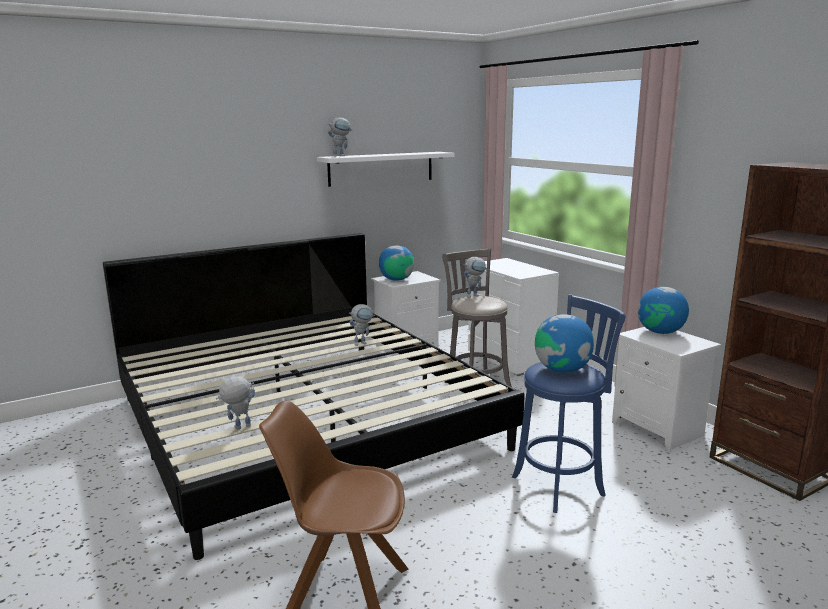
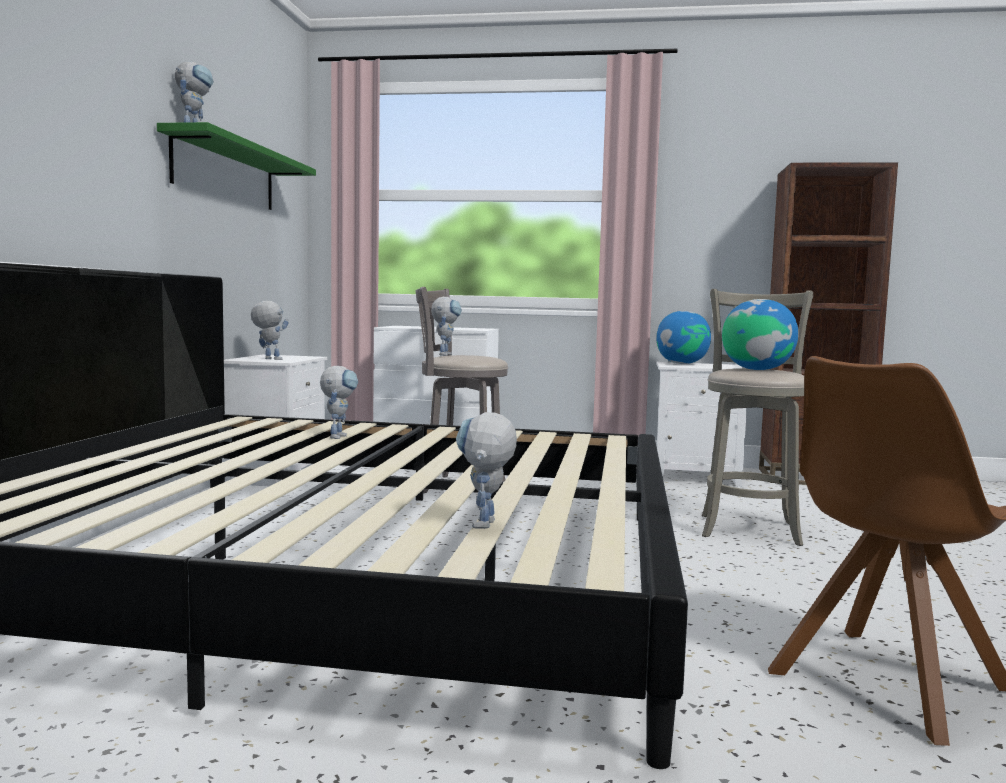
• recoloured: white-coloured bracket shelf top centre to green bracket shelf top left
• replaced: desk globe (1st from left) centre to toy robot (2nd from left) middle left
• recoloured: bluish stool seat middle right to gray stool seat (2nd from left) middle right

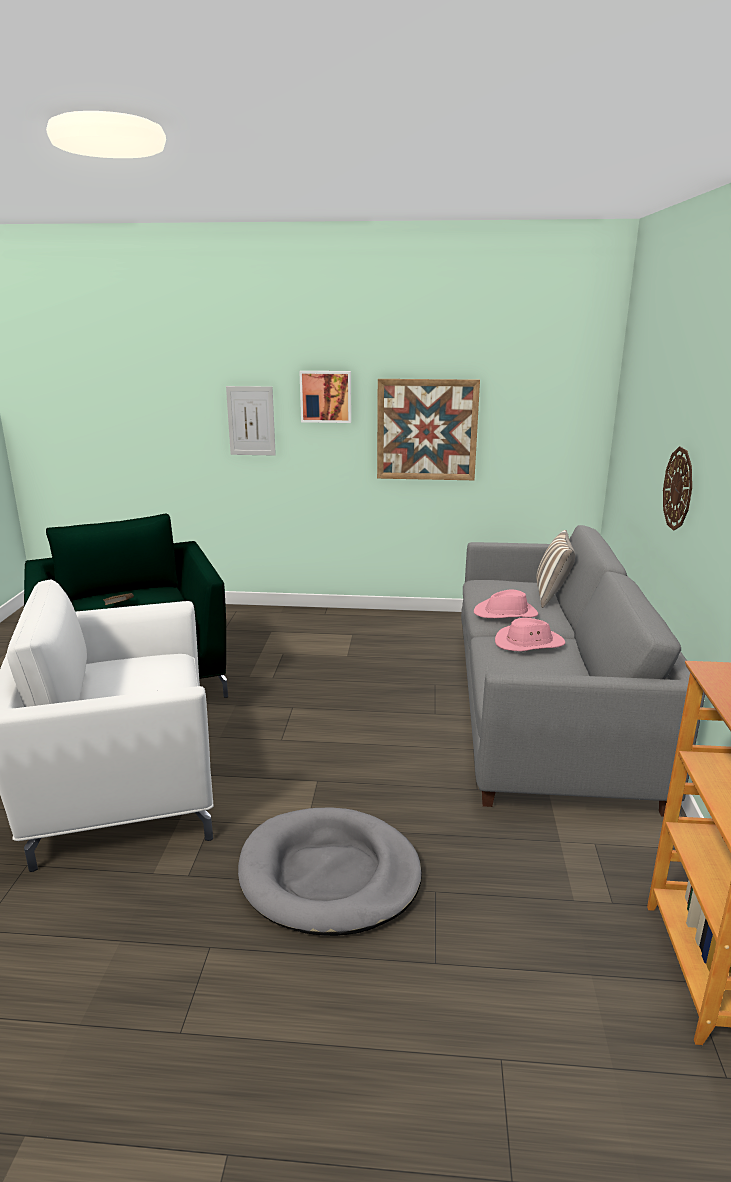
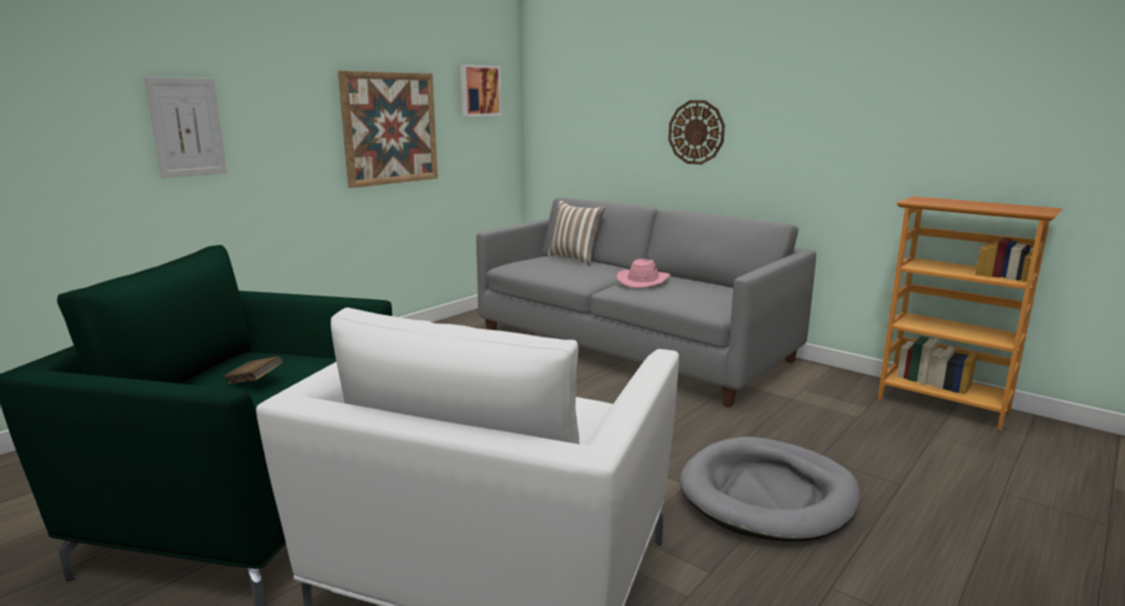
• moved: wall picture (2nd from left in the first image) centre to wall picture (3rd from left) top centre
• removed: pinkish clothing hat (1st from left) middle right

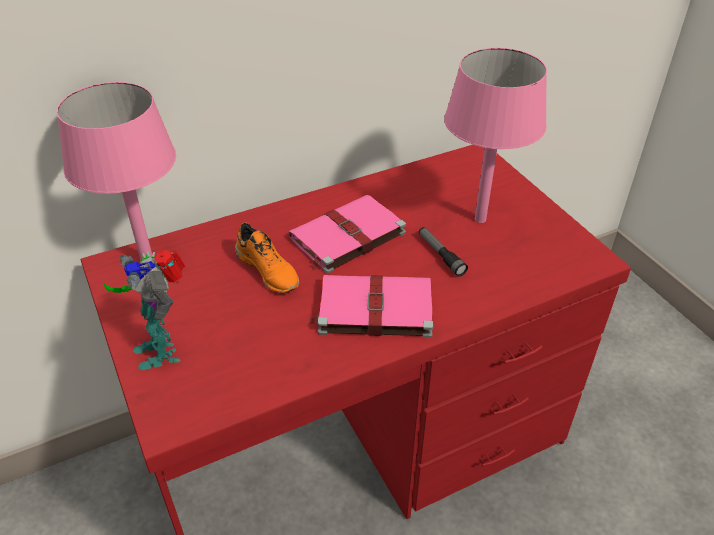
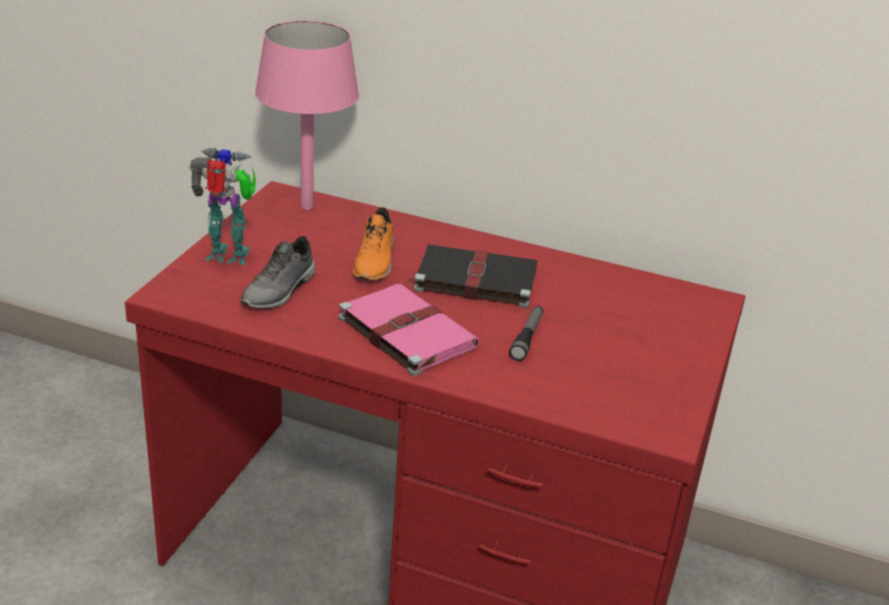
• turned: toy robot middle left = middle left 75 degrees clockwise
• recoloured: pinkish bound book (1st from left) centre to blackish bound book centre
• removed: pinkish tabletop lamp (2nd from left) top right
• added: gray low shoe middle left

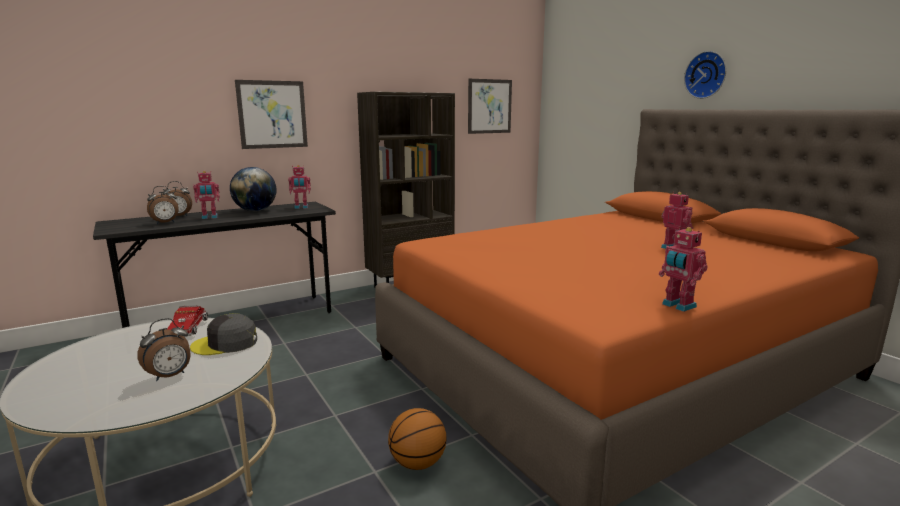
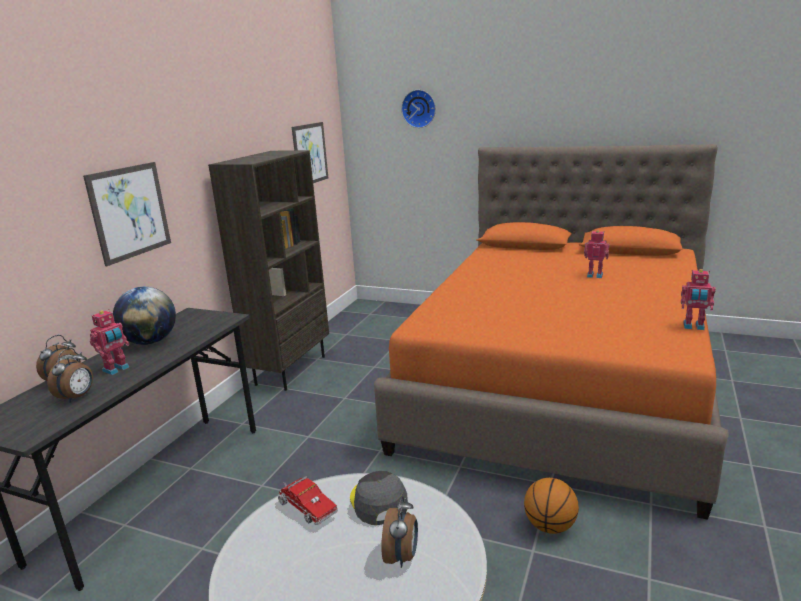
• turned: gray peaked cap middle left = bottom centre 120 degrees clockwise
• removed: toy robot (2nd from left) middle left
• moved: hanging clock top right to top centre

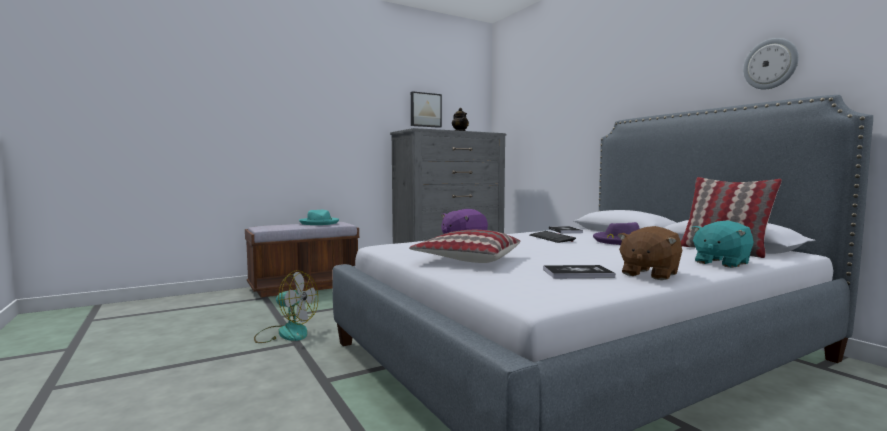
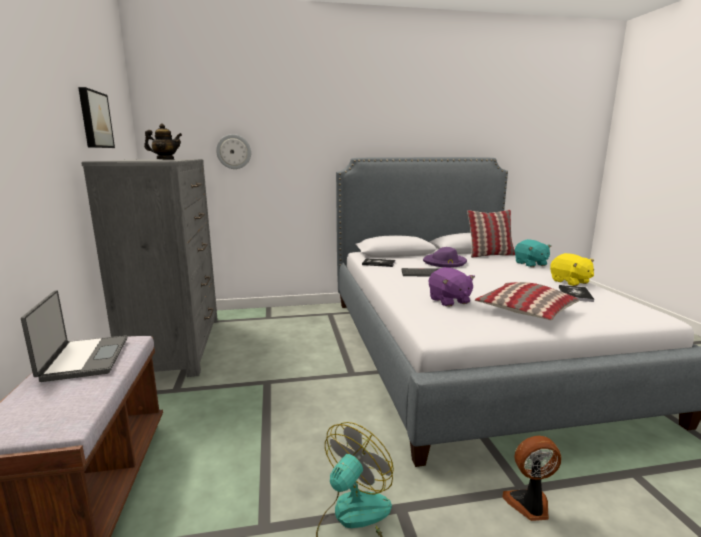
• replaced: blue-green clothing hat centre to notebook computer middle left
• recoloured: brown plush toy middle right to yellow-coloured plush toy middle right
• moved: hanging clock top right to top left
• added: fan (2nd from left) bottom right

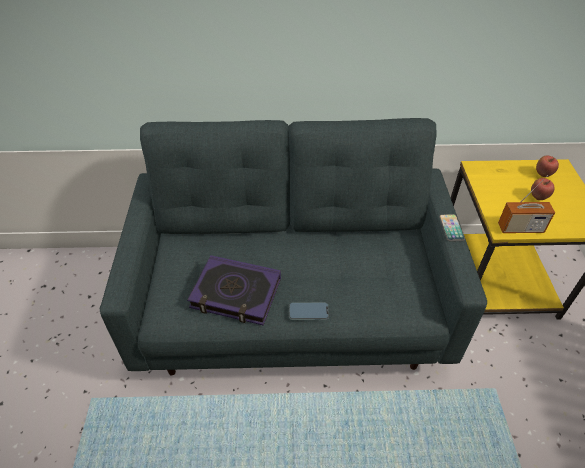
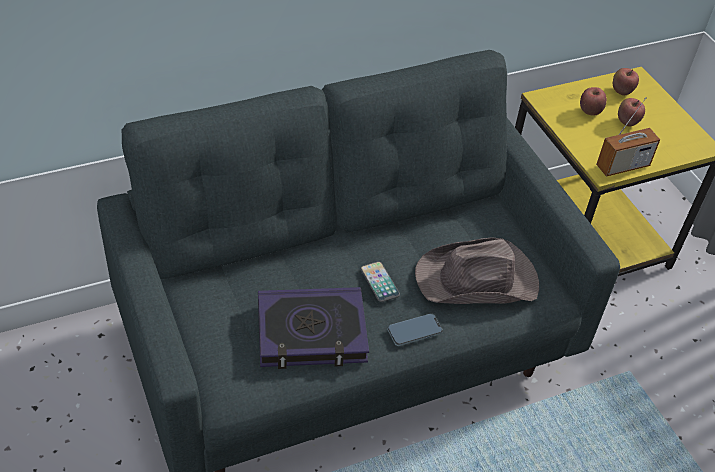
• moved: handset (2nd from left in the first image) middle right to handset (1st from left) centre
• added: brown clothing hat middle right
• added: whole apple (1st from left) top right

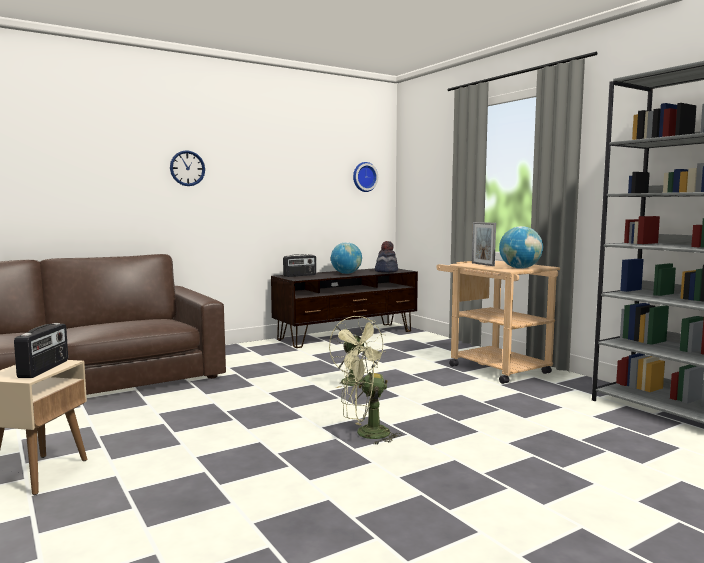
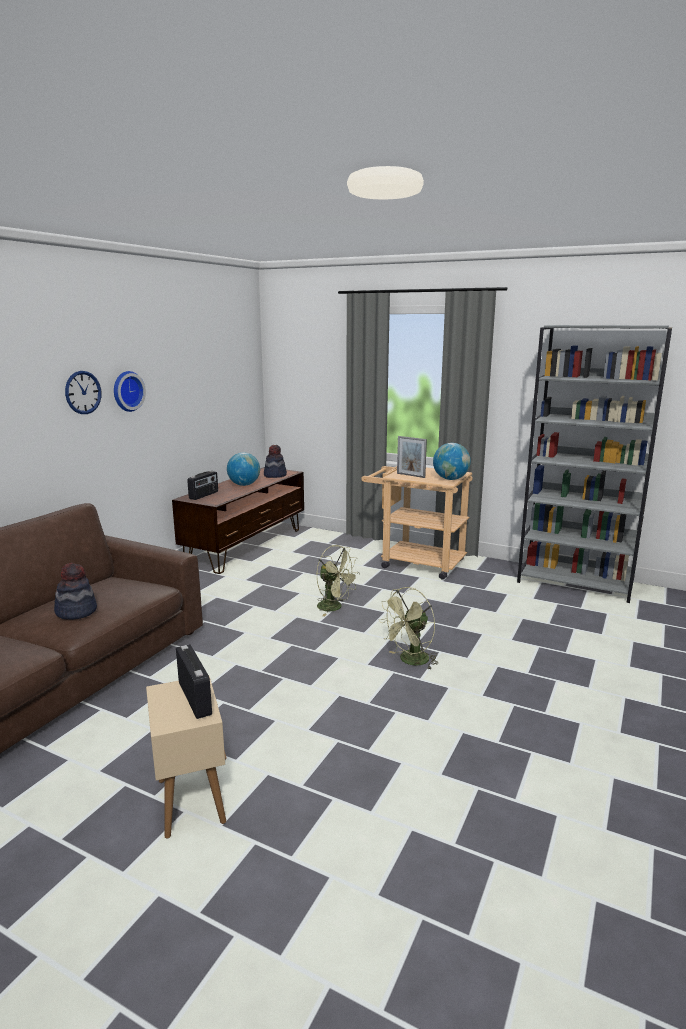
• moved: hanging clock (2nd from left) top centre to middle left
• added: clothing hat (1st from left) middle left

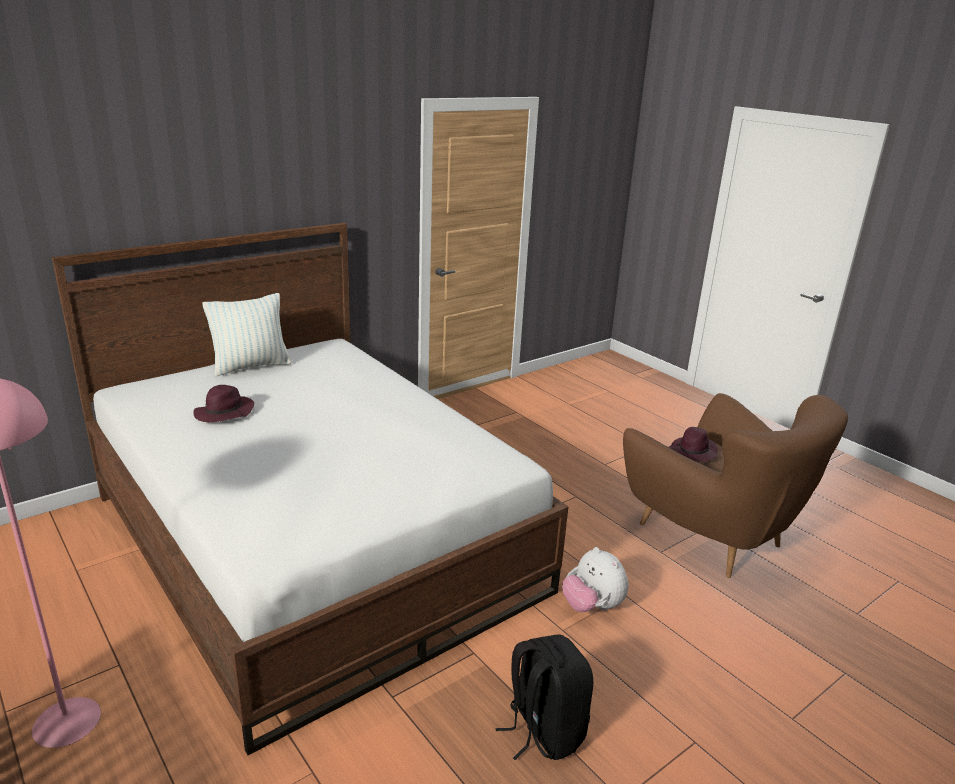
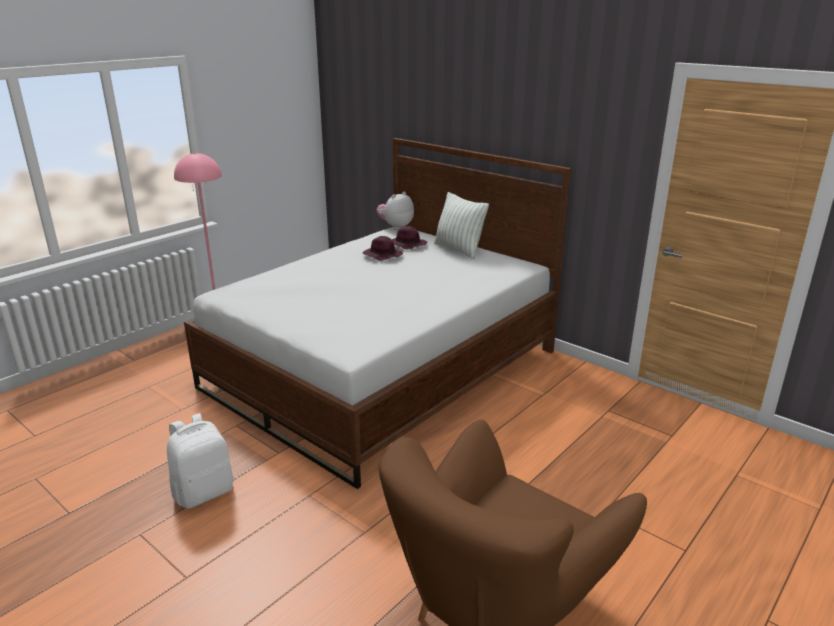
• recoloured: blackish backpack bottom centre to white-coloured backpack bottom left
• moved: plush toy bottom centre to centre
• moved: purple-coloured clothing hat (2nd from left) middle right to centre

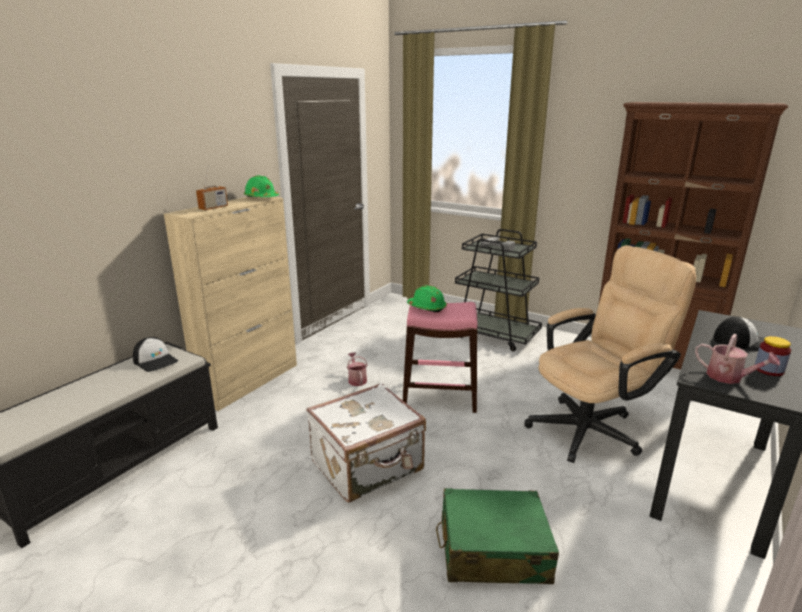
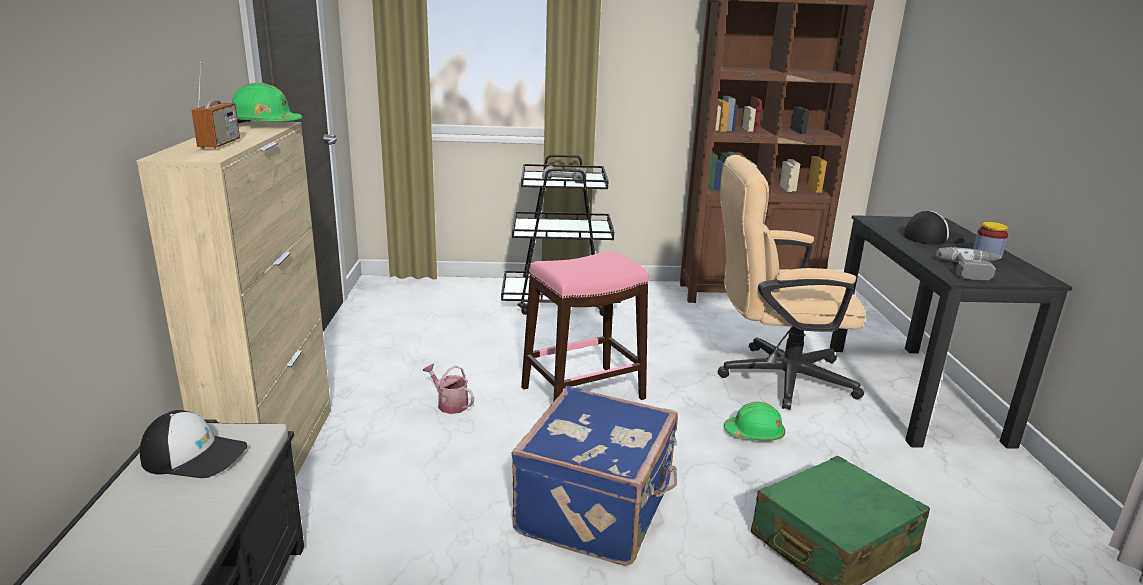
• recoloured: white-coloured piece of luggage bottom centre to bluish piece of luggage bottom centre
• moved: green safety helmet (2nd from left) centre to bottom centre
• turned: sand-coloured office chair middle right = middle right 120 degrees counterclockwise
• replaced: watering can (2nd from left) middle right to electric drill (2nd from left) middle right

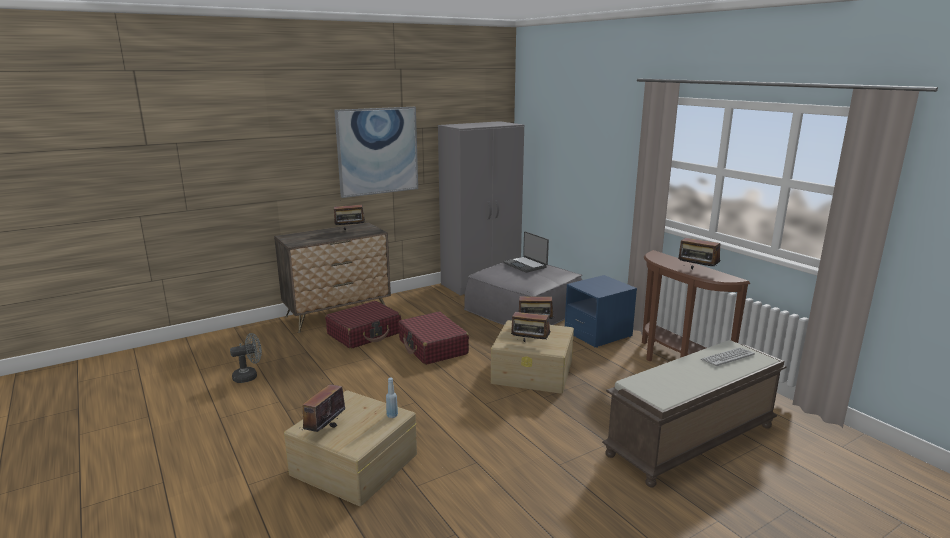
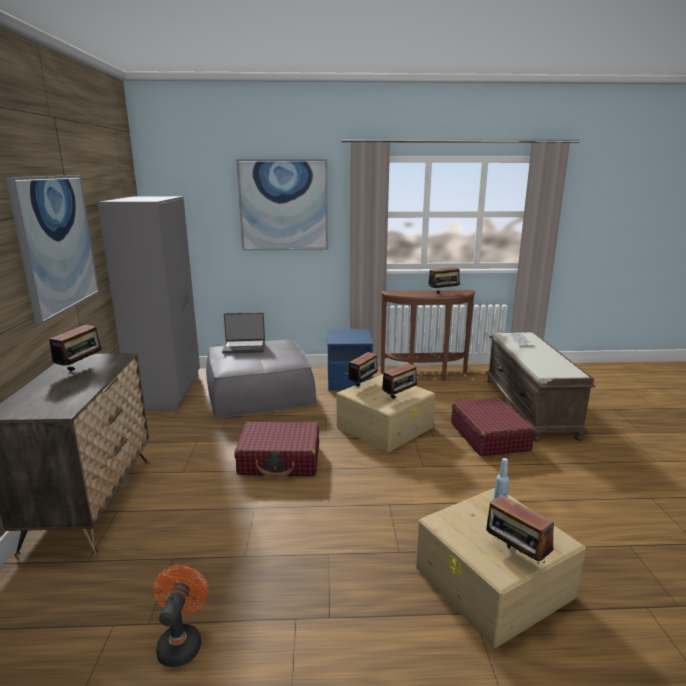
• recoloured: gray fan middle left to orangey fan bottom left
• moved: red piece of luggage (1st from left in the first image) centre to red piece of luggage (2nd from left) middle right
• added: wall picture (2nd from left) top centre

